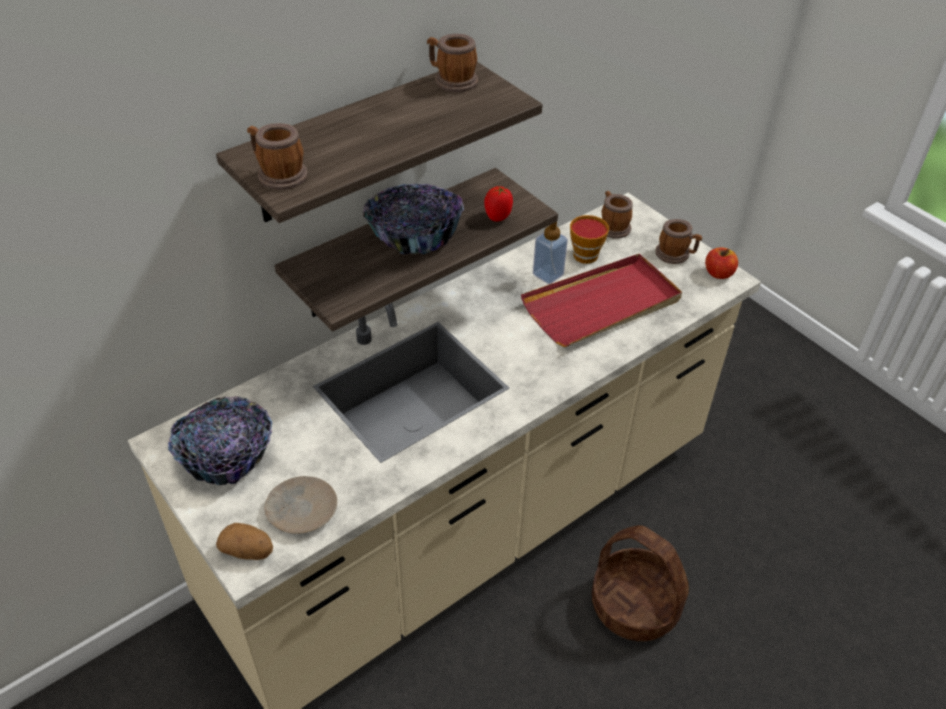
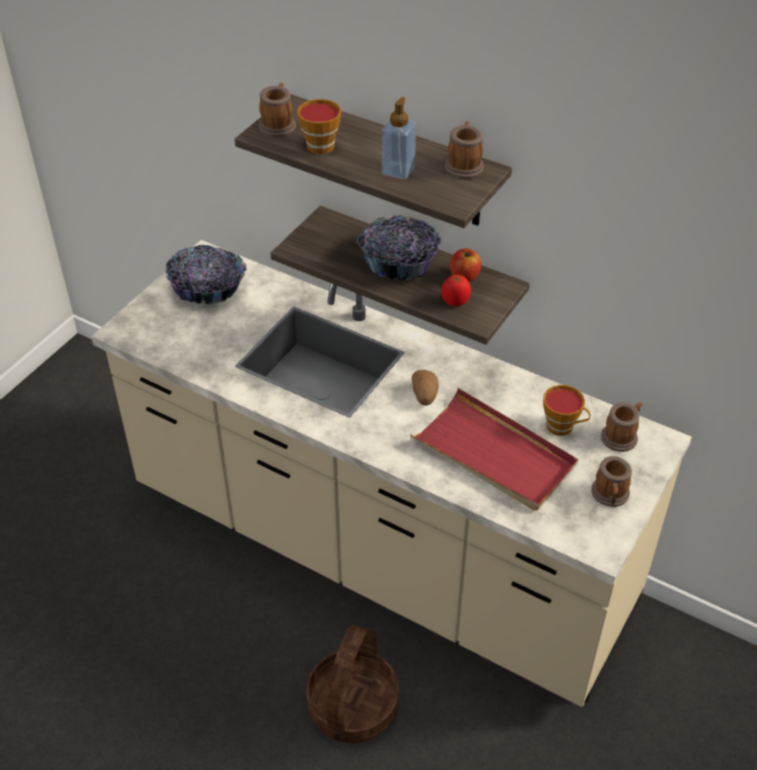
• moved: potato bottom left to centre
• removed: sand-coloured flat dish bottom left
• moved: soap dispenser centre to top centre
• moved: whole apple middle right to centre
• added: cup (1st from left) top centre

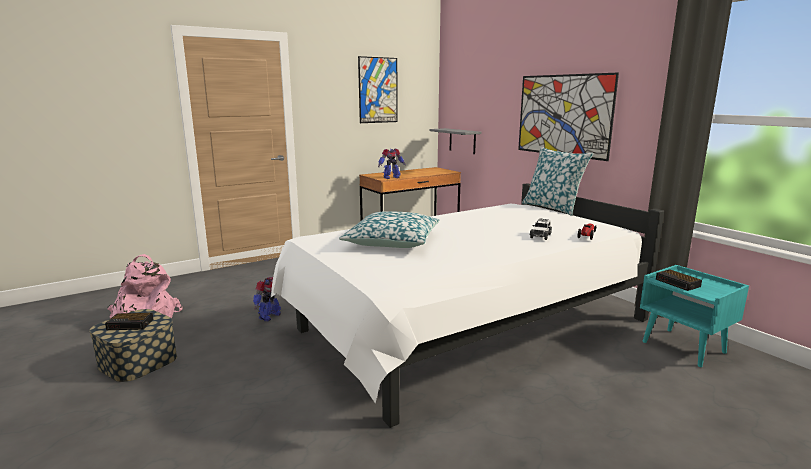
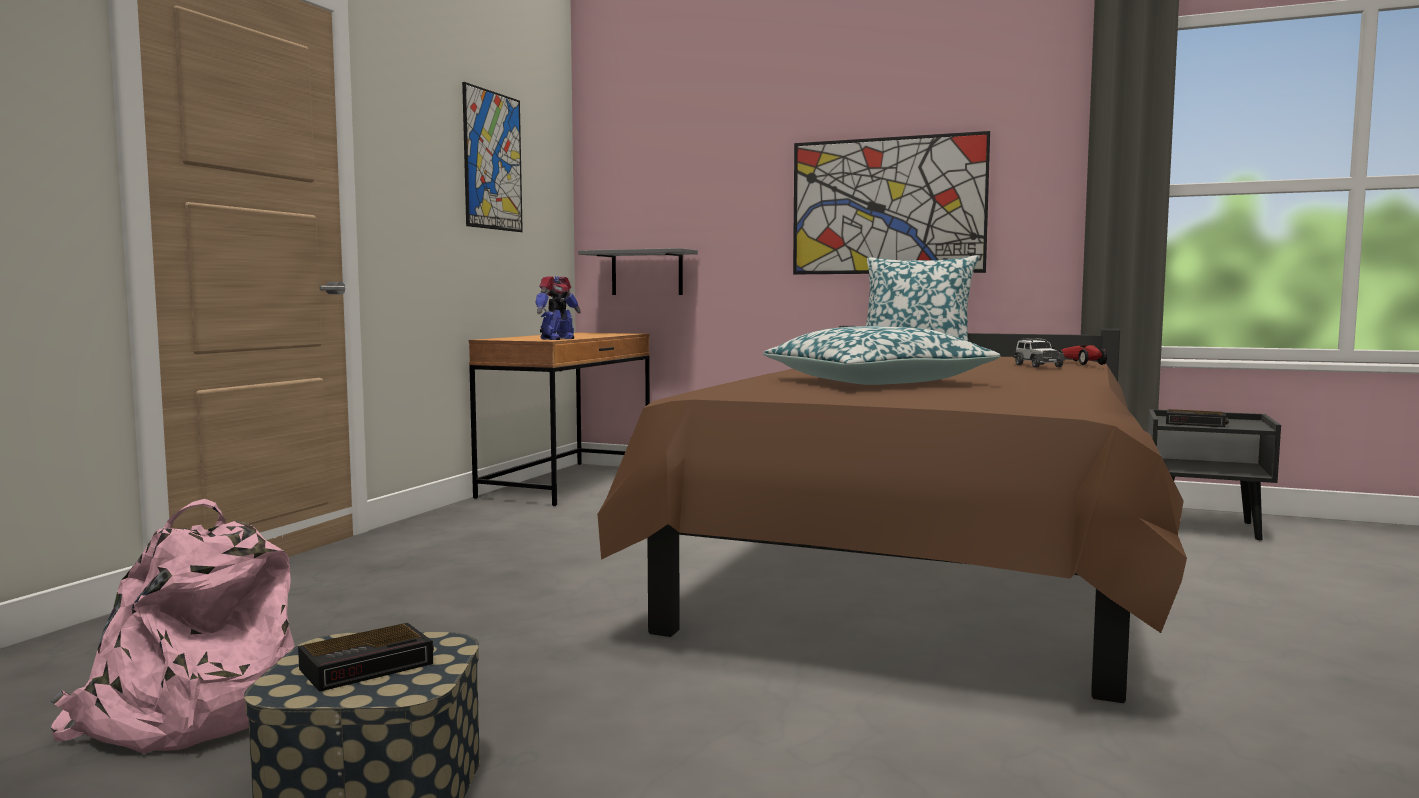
• removed: toy robot (1st from left) middle left
• recoloured: white-coloured sleeping bed centre to brown sleeping bed centre
• recoloured: blue-green bedside table bottom right to blackish bedside table middle right

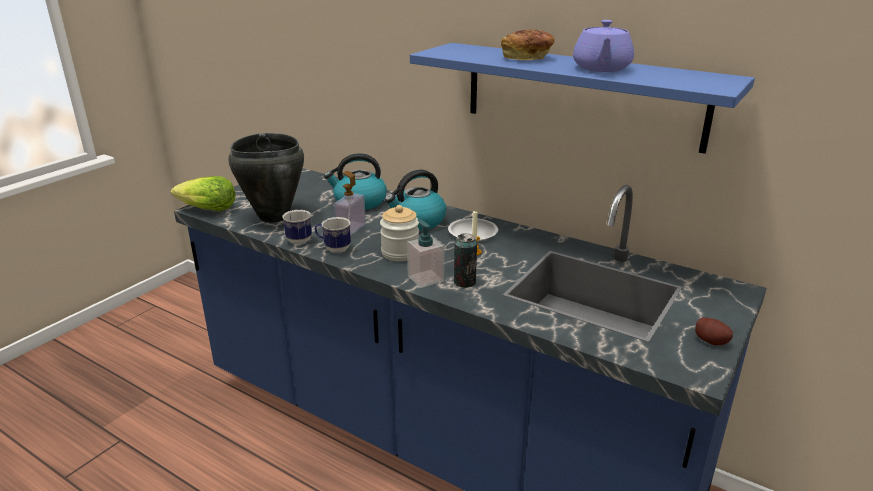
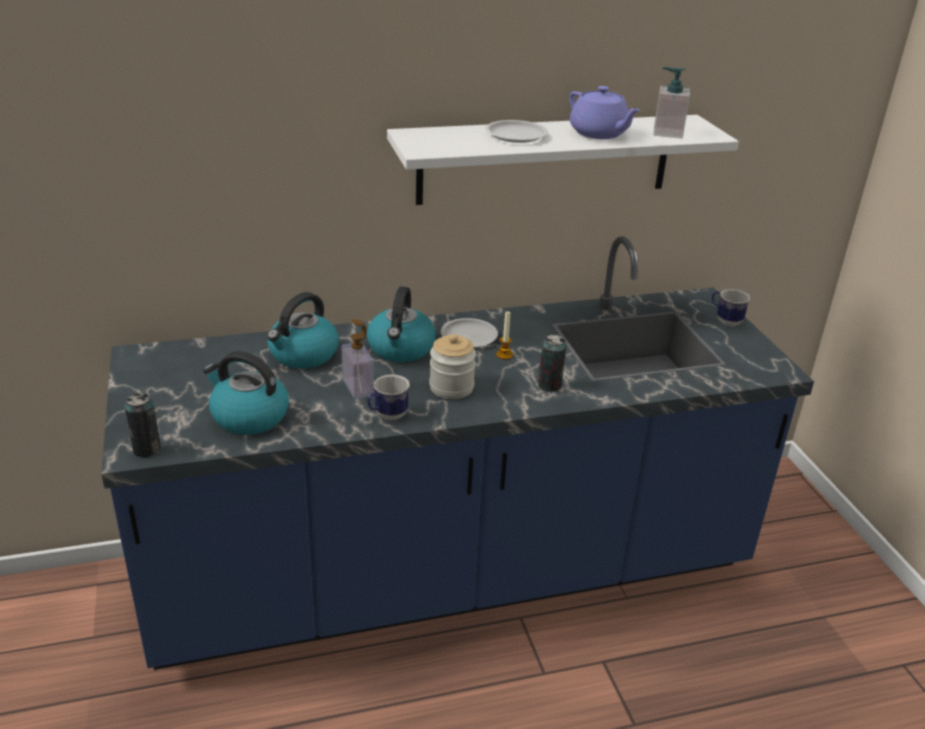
• replaced: lettuce head middle left to sealed can (1st from left) middle left
• replaced: blackish saucepot middle left to water kettle (1st from left) middle left
• moved: tea mug (1st from left in the first image) centre to tea mug (2nd from left) middle right
• moved: soap dispenser (2nd from left) centre to top right
• recoloured: bluish bracket shelf top right to white-coloured bracket shelf top centre
• replaced: bakery bread top centre to white-coloured flat dish (2nd from left) top centre
• removed: potato bottom right

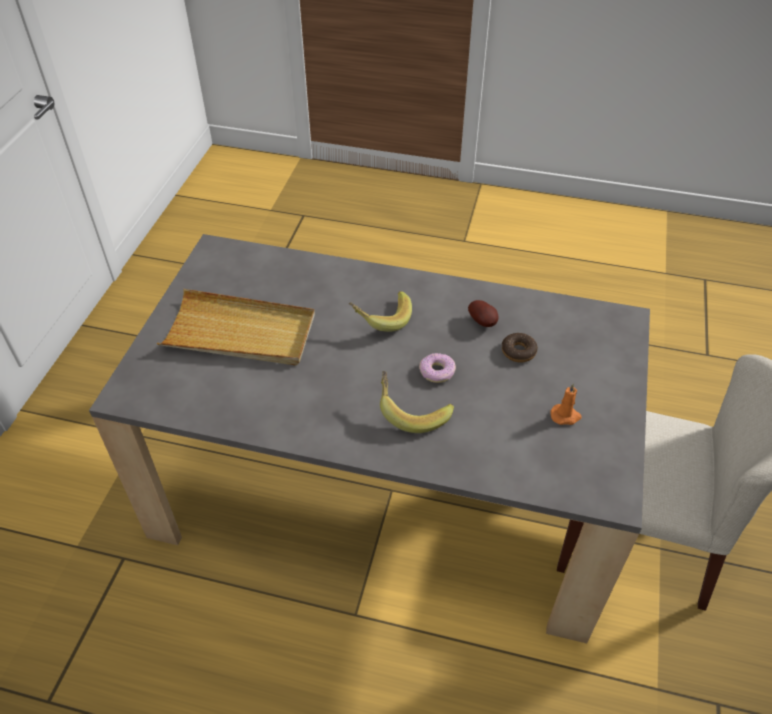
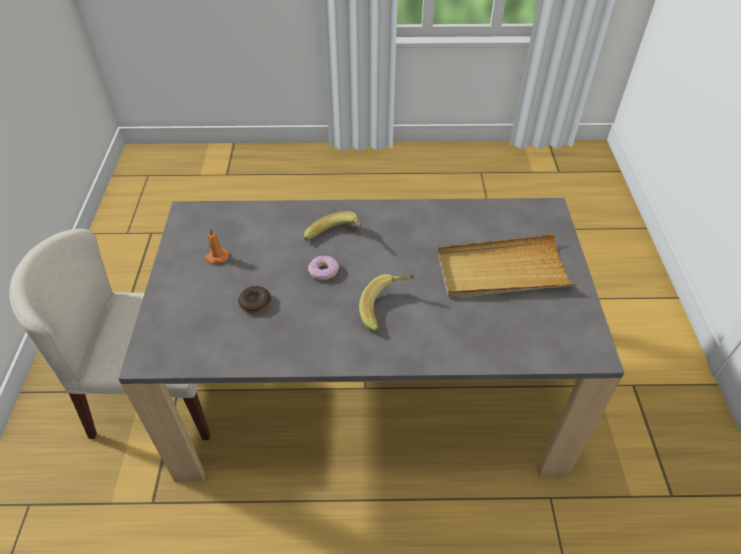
• removed: potato centre

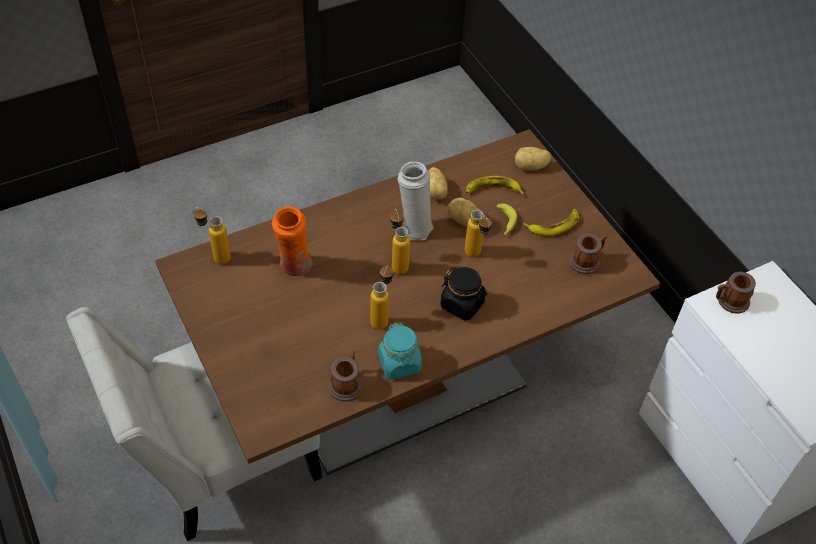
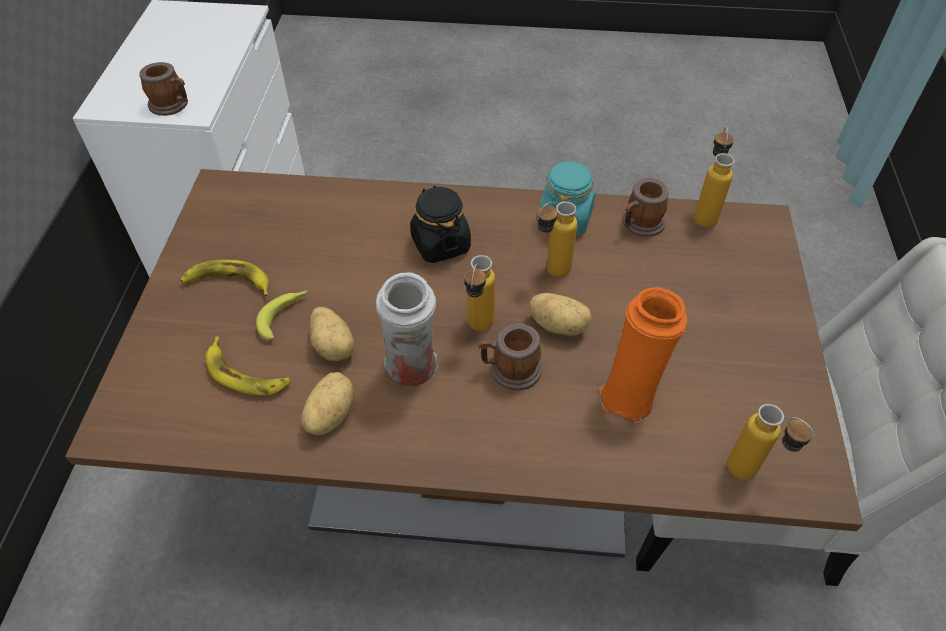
• moved: drink bottle (4th from left in the first image) centre to drink bottle (3rd from left) top right
• moved: potato (3rd from left) top centre to centre
• moved: tea mug (2nd from left) middle right to centre

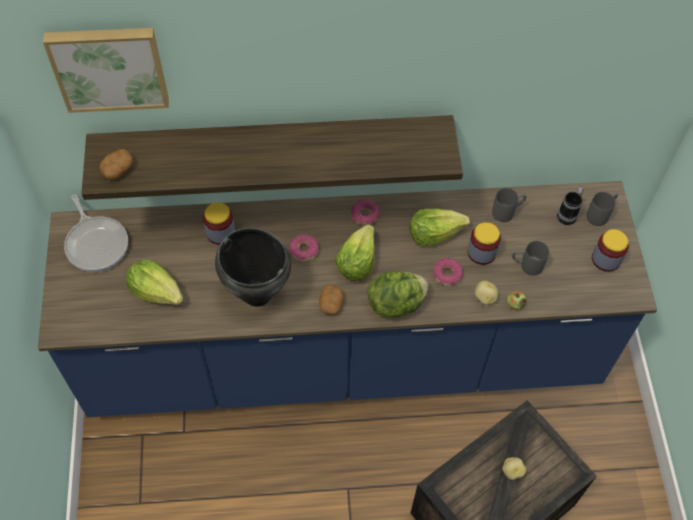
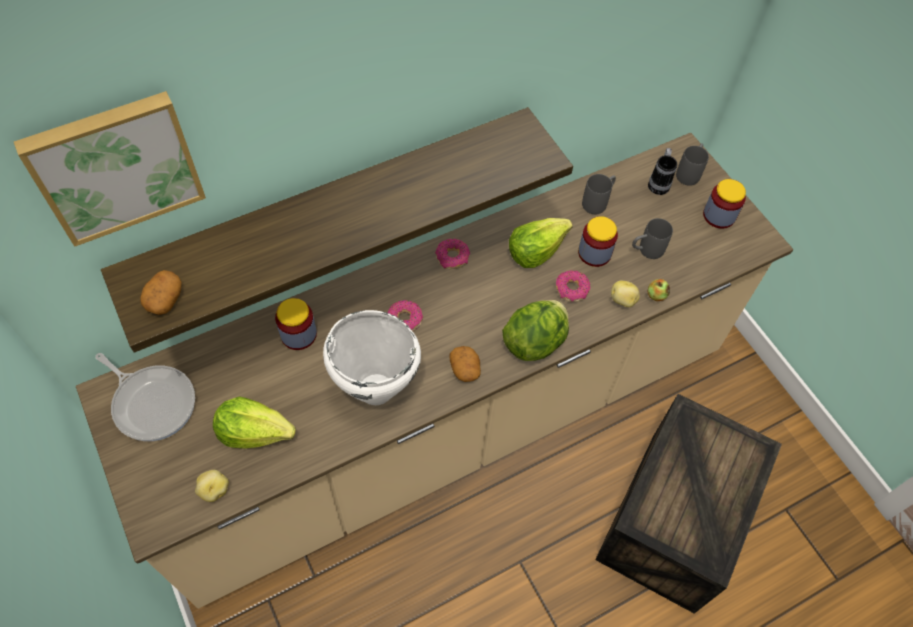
• recoloured: bluish kitchen base unit centre to sand-coloured kitchen base unit centre
• recoloured: blackish saucepot centre to white-coloured saucepot centre
• removed: lettuce head (2nd from left) centre
• moved: potato (4th from left in the first image) bottom right to potato (2nd from left) bottom left

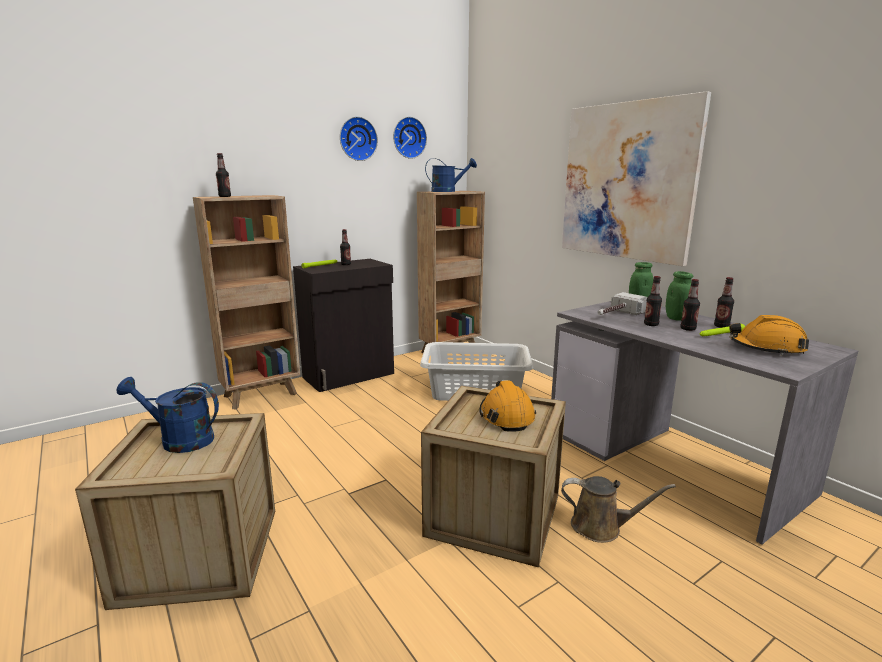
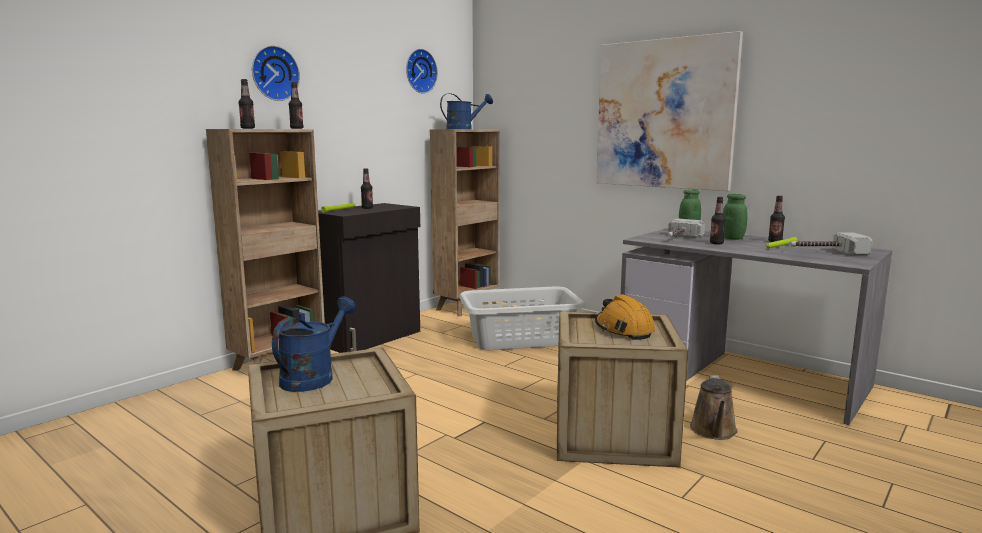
• turned: bluish watering can (1st from left) middle left = middle left 120 degrees clockwise
• moved: hanging clock (1st from left) top centre to top left
• turned: brown watering can bottom right = bottom right 105 degrees clockwise
• moved: drink bottle (4th from left in the first image) middle right to drink bottle (2nd from left) top left
• replaced: orangey safety helmet (2nd from left) middle right to hammer (2nd from left) middle right

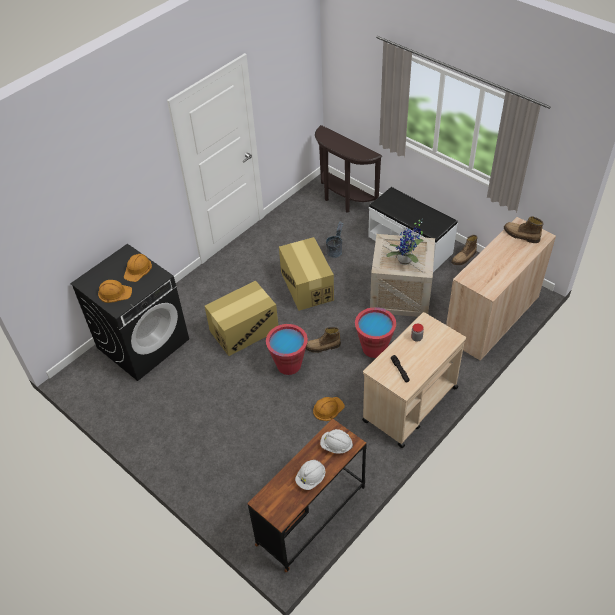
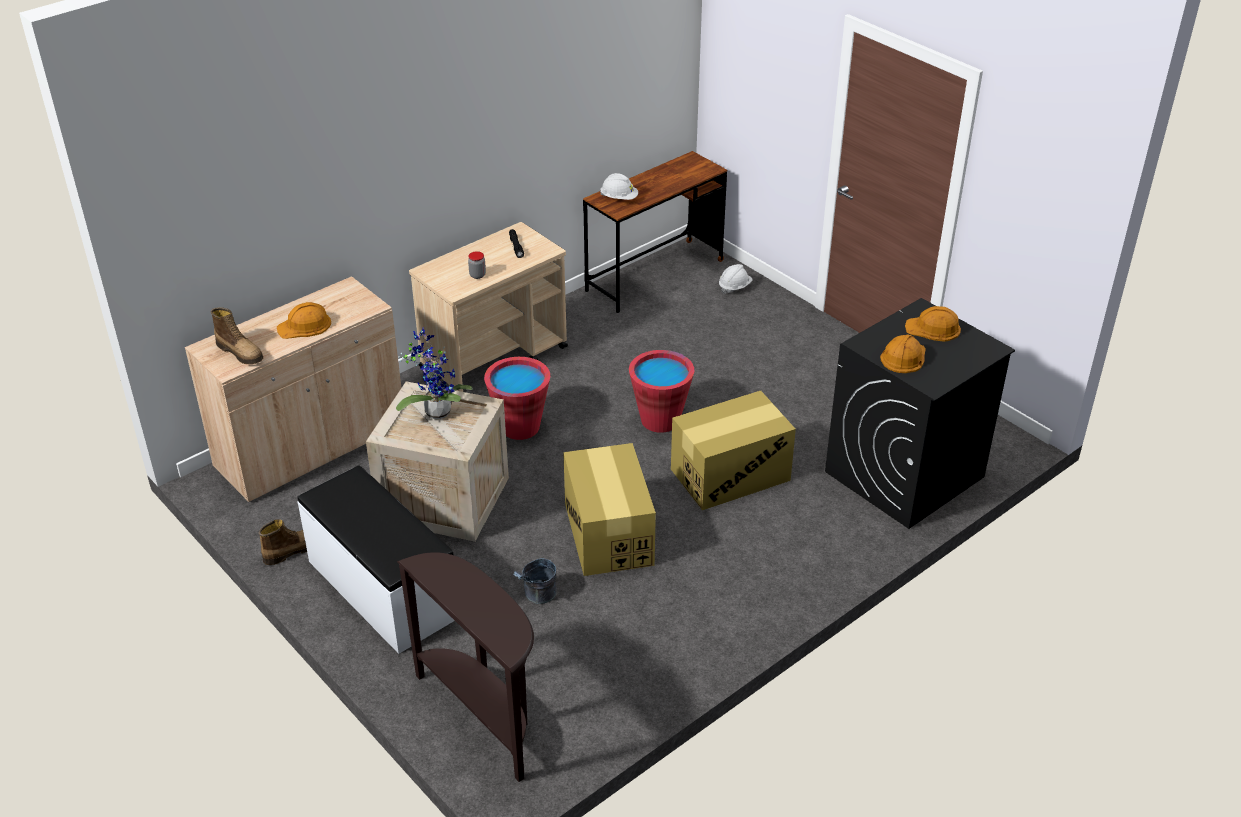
• moved: white-coloured safety helmet (1st from left in the first image) bottom centre to white-coloured safety helmet (2nd from left) centre
• removed: high-top boot (1st from left) centre
• moved: orangey safety helmet (3rd from left in the first image) centre to orangey safety helmet (1st from left) middle left

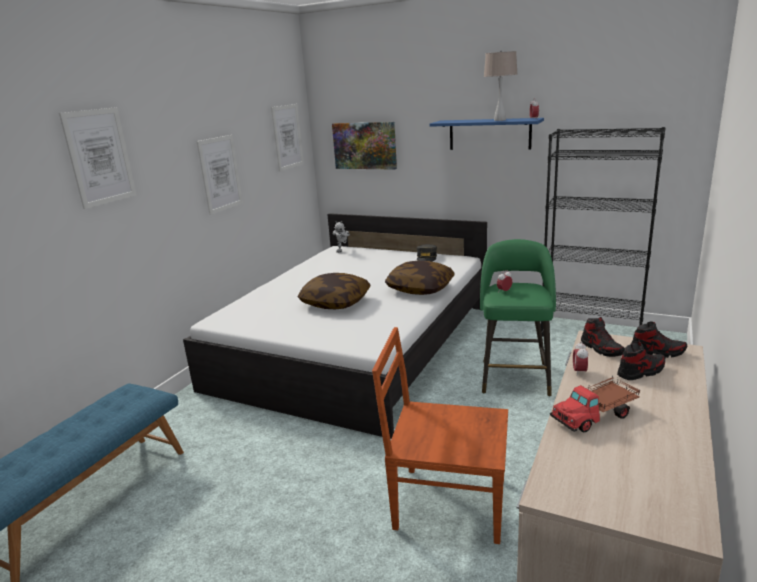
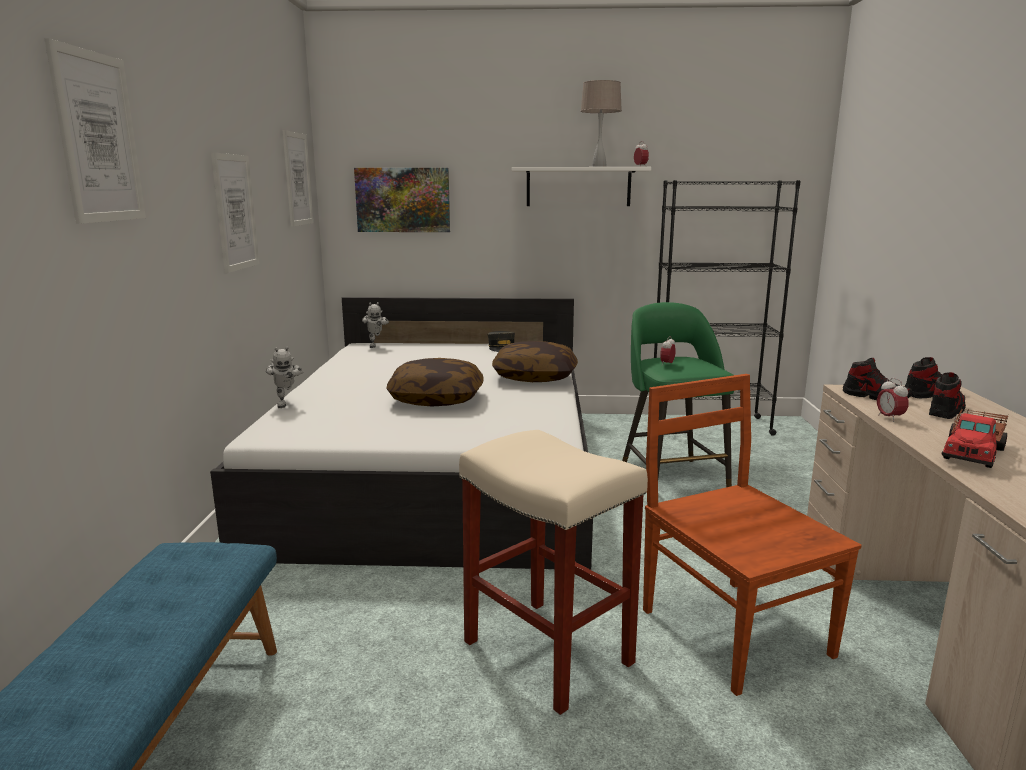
• turned: brown chair bottom centre = bottom right 75 degrees clockwise
• recoloured: bluish bracket shelf top centre to white-coloured bracket shelf top centre
• added: toy robot (1st from left) middle left
• added: sand-coloured stool seat bottom centre

